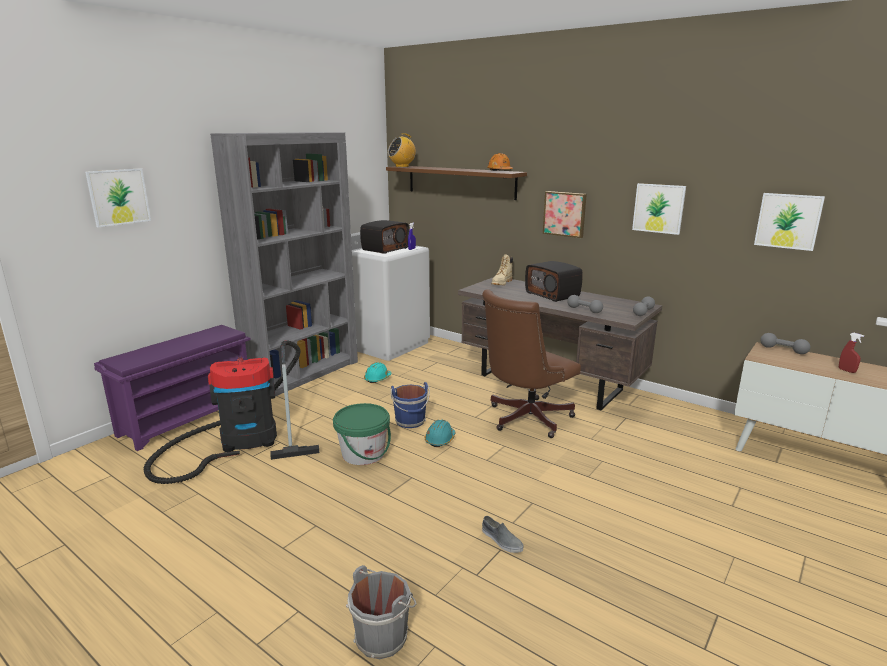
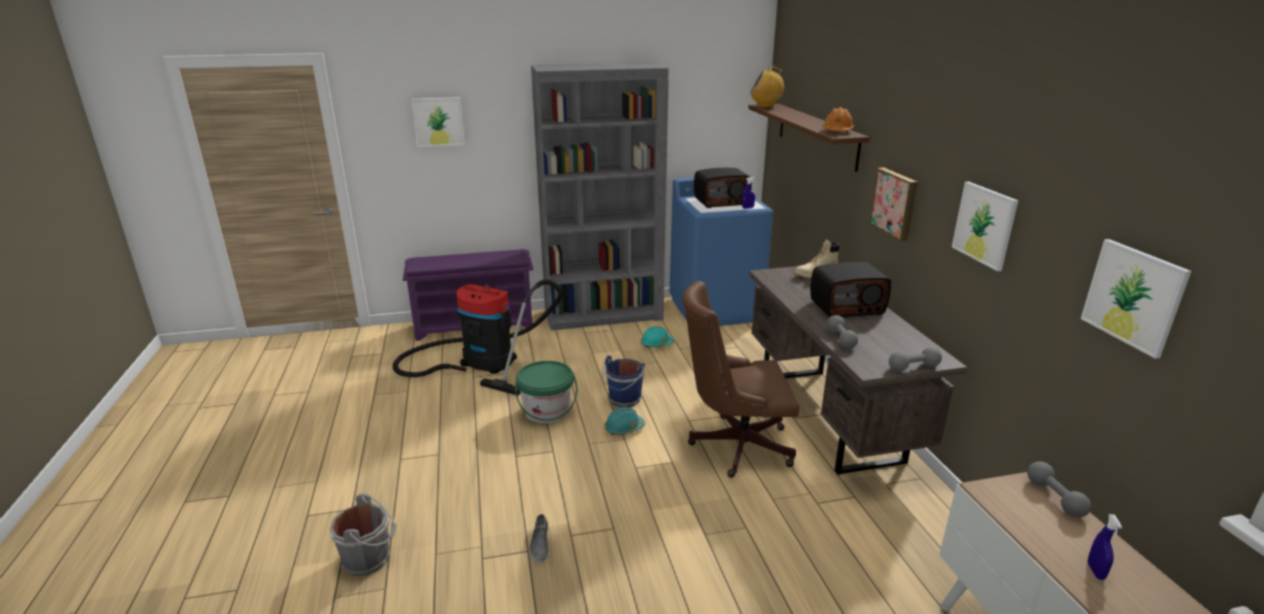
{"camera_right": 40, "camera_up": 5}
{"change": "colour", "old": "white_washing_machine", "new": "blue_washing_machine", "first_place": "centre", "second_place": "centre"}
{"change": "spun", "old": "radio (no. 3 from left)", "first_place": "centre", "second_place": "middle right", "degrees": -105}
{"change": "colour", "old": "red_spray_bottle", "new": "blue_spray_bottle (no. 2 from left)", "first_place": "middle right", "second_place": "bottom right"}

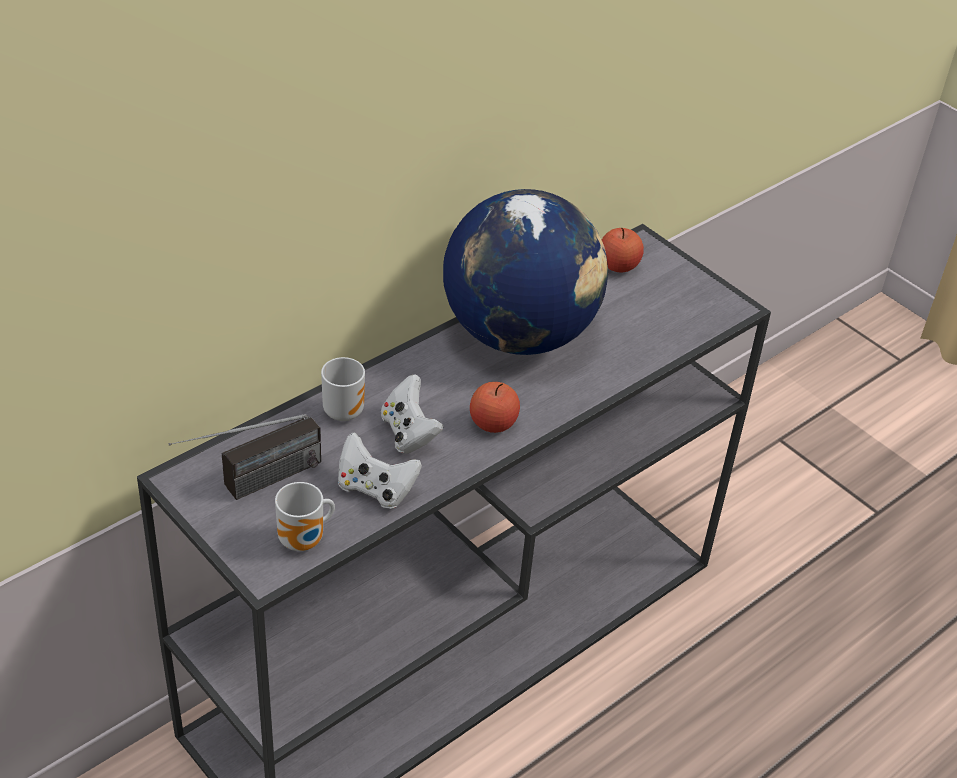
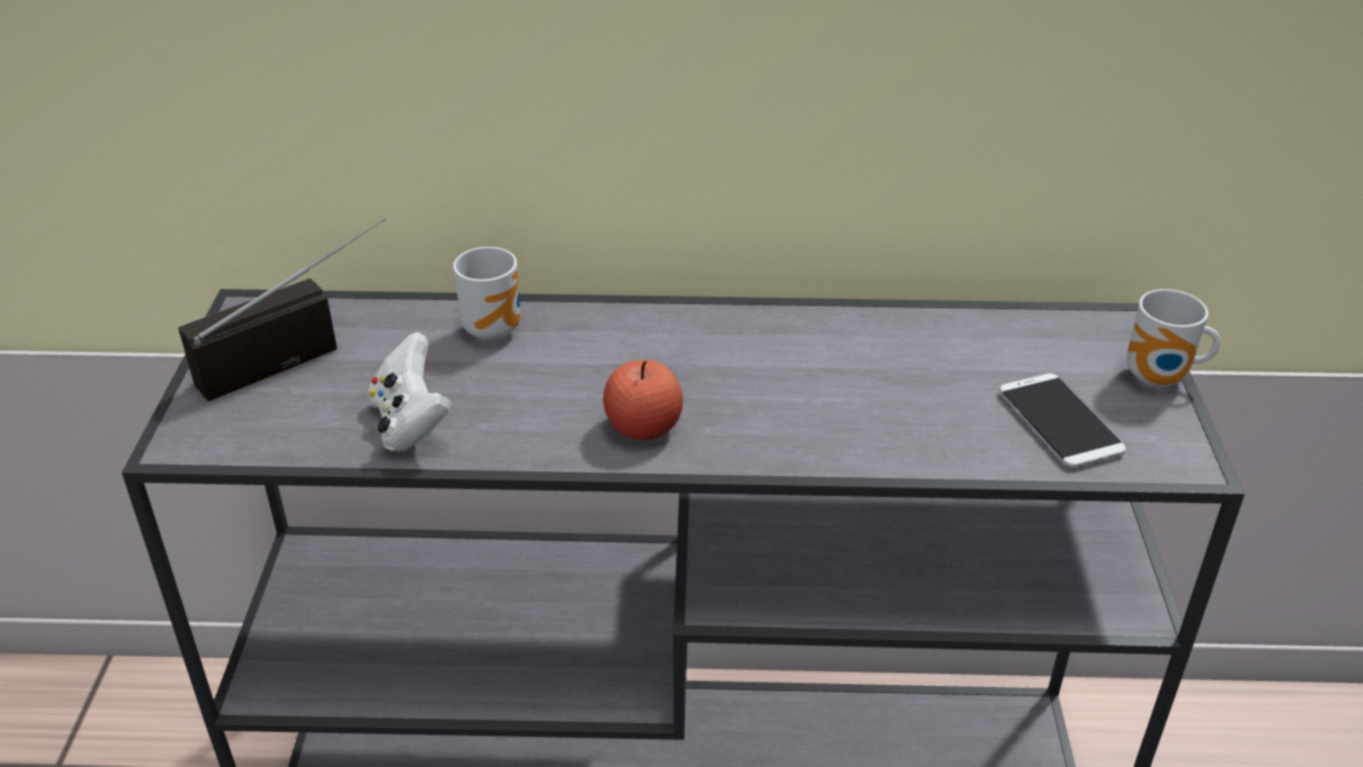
{"camera_right": 45, "camera_up": -5}
{"change": "spun", "old": "radio", "first_place": "middle left", "second_place": "middle left", "degrees": 135}
{"change": "appeared", "new": "phone", "second_place": "middle right"}
{"change": "relocated", "old": "mug (no. 1 from left in the first image)", "new": "mug (no. 2 from left)", "first_place": "middle left", "second_place": "middle right"}
{"change": "missing", "old": "white_game_controller (no. 2 from left)", "first_place": "centre"}
{"change": "missing", "old": "globe", "first_place": "centre"}
{"change": "missing", "old": "apple (no. 2 from left)", "first_place": "top centre"}

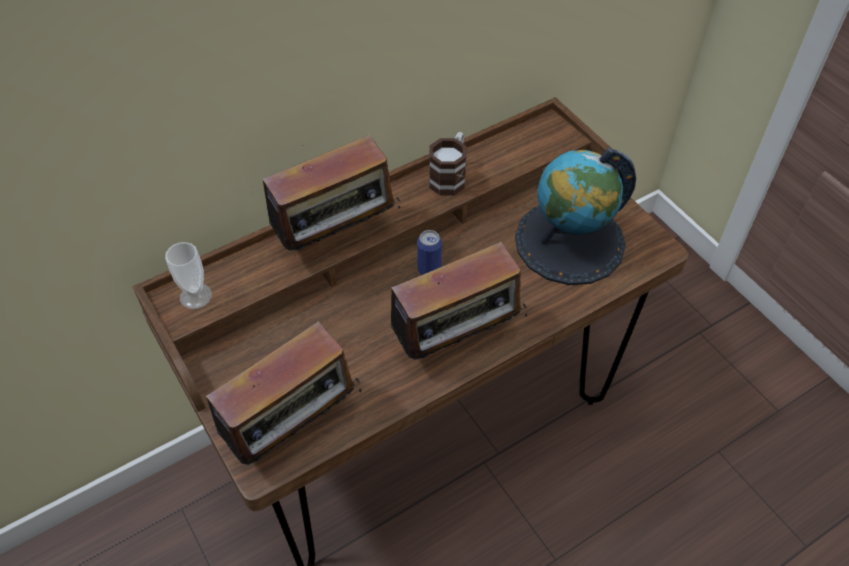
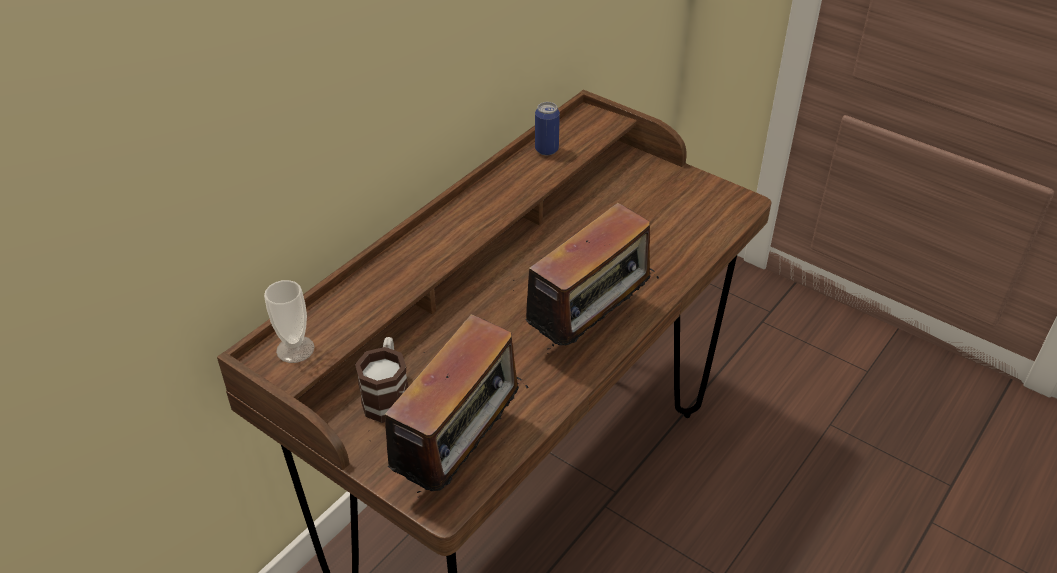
{"camera_right": -20, "camera_up": -10}
{"change": "relocated", "old": "mug", "first_place": "top centre", "second_place": "centre"}
{"change": "relocated", "old": "can", "first_place": "centre", "second_place": "top centre"}
{"change": "missing", "old": "radio (no. 2 from left)", "first_place": "centre"}
{"change": "missing", "old": "globe", "first_place": "middle right"}

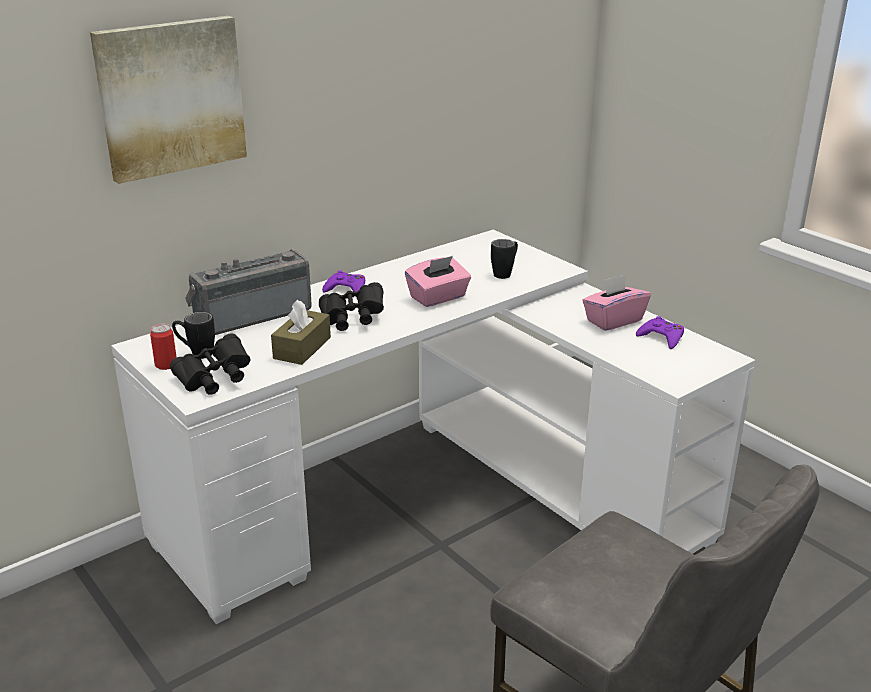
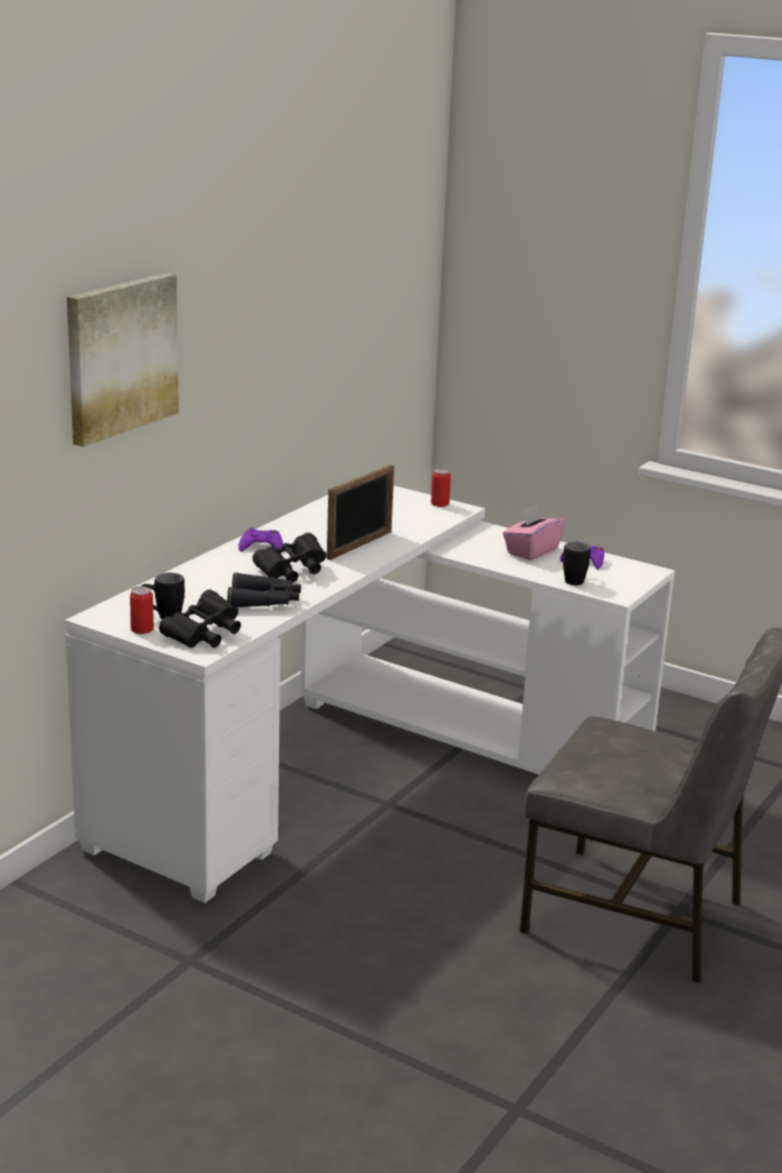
{"camera_right": -20, "camera_up": -5}
{"change": "exchanged", "old": "brown_tissue_box", "new": "black_binoculars (no. 2 from left)", "first_place": "centre", "second_place": "centre"}
{"change": "exchanged", "old": "pink_tissue_box (no. 1 from left)", "new": "picture_frame", "first_place": "centre", "second_place": "centre"}
{"change": "appeared", "new": "can (no. 2 from left)", "second_place": "centre"}
{"change": "relocated", "old": "black_mug (no. 2 from left)", "first_place": "centre", "second_place": "middle right"}
{"change": "missing", "old": "radio", "first_place": "middle left"}

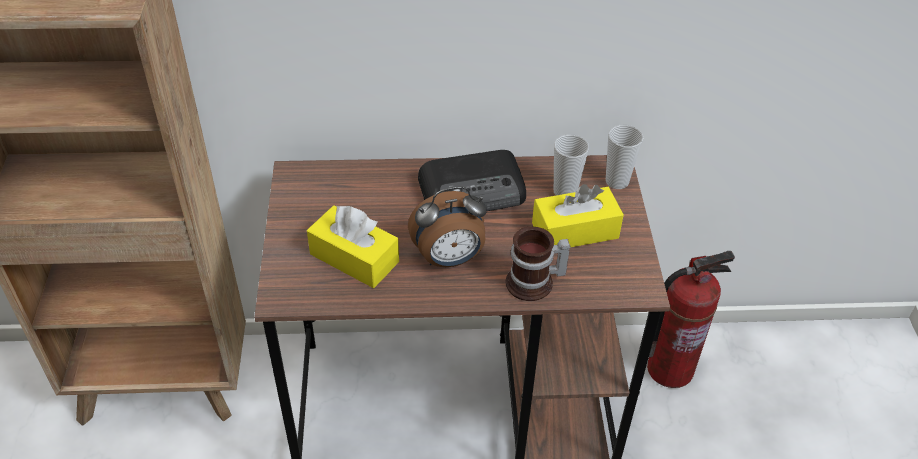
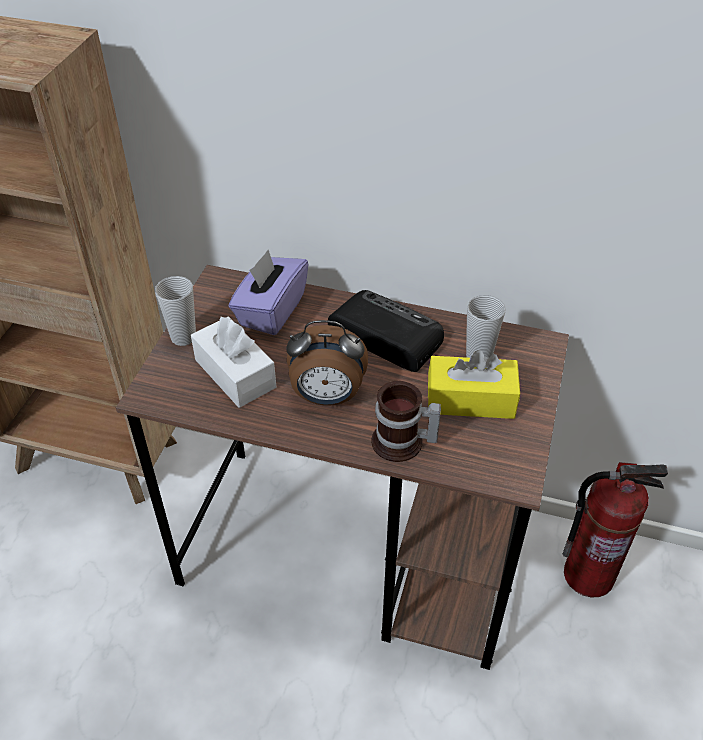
{"camera_right": 20, "camera_up": 0}
{"change": "relocated", "old": "cup (no. 2 from left in the first image)", "new": "cup (no. 1 from left)", "first_place": "middle right", "second_place": "middle left"}
{"change": "colour", "old": "yellow_tissue_box (no. 1 from left)", "new": "white_tissue_box", "first_place": "centre", "second_place": "middle left"}
{"change": "appeared", "new": "purple_tissue_box", "second_place": "centre"}
{"change": "spun", "old": "radio", "first_place": "centre", "second_place": "centre", "degrees": -150}

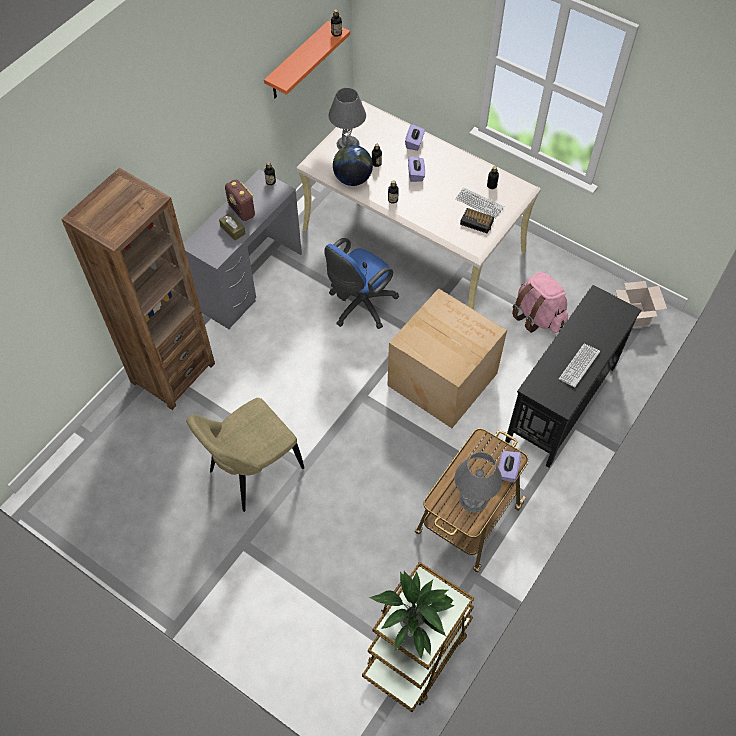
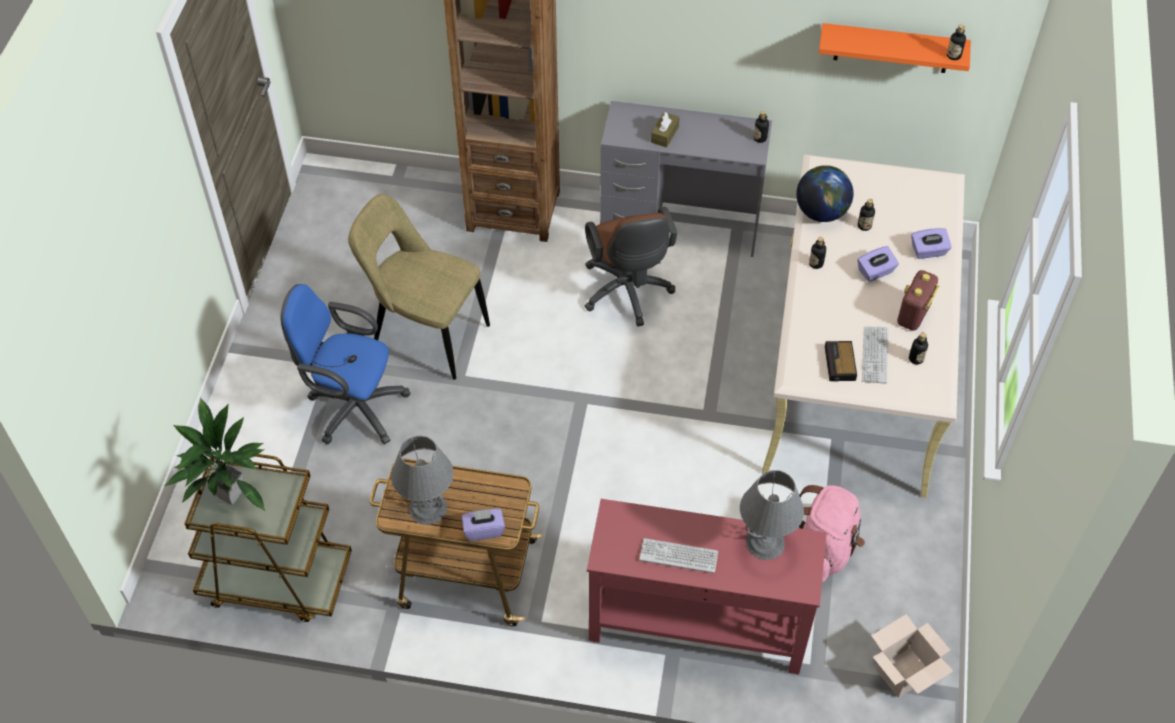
{"camera_right": 65, "camera_up": -5}
{"change": "relocated", "old": "blue_office_chair", "first_place": "centre", "second_place": "middle left"}
{"change": "appeared", "new": "brown_office_chair", "second_place": "centre"}
{"change": "colour", "old": "black_console_table", "new": "red_console_table", "first_place": "middle right", "second_place": "bottom centre"}
{"change": "relocated", "old": "grey_table_lamp (no. 1 from left in the first image)", "new": "grey_table_lamp (no. 2 from left)", "first_place": "top centre", "second_place": "bottom centre"}
{"change": "relocated", "old": "radio", "first_place": "top left", "second_place": "middle right"}
{"change": "missing", "old": "cardboard_box (no. 1 from left)", "first_place": "centre"}

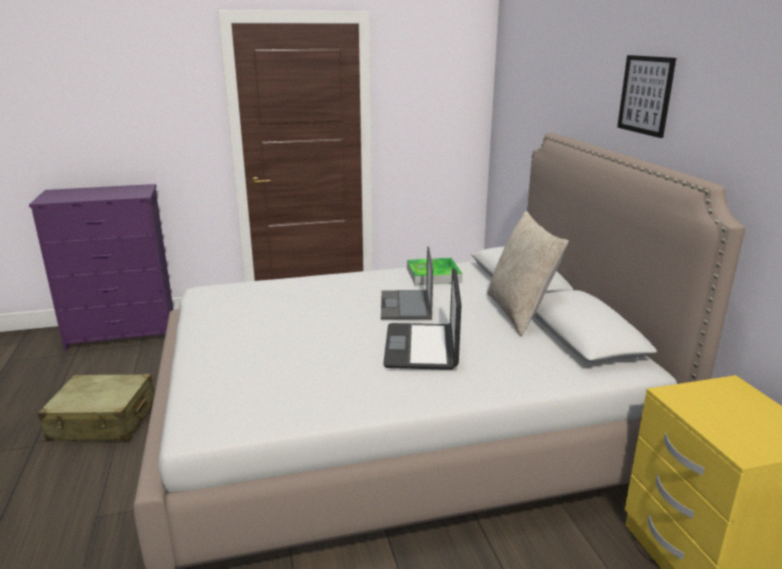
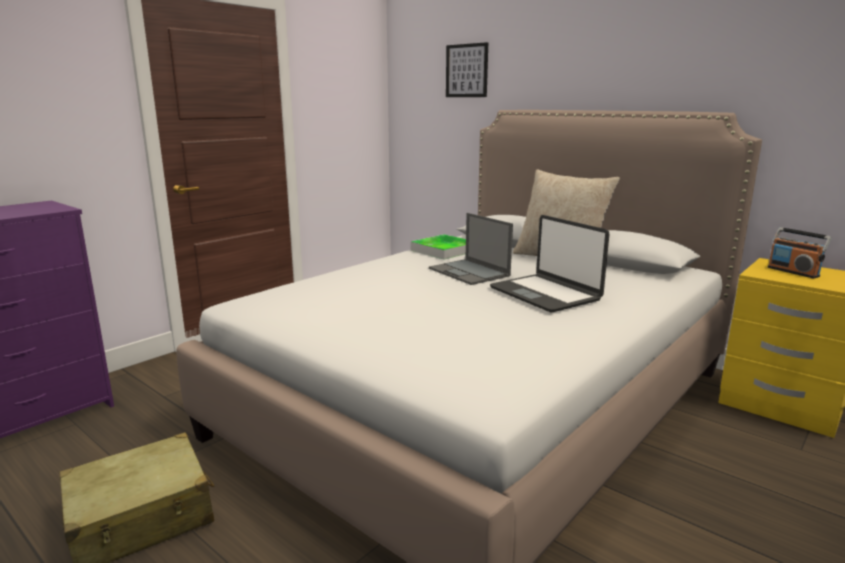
{"camera_right": -35, "camera_up": -5}
{"change": "relocated", "old": "picture", "first_place": "top right", "second_place": "top centre"}
{"change": "appeared", "new": "radio", "second_place": "middle right"}

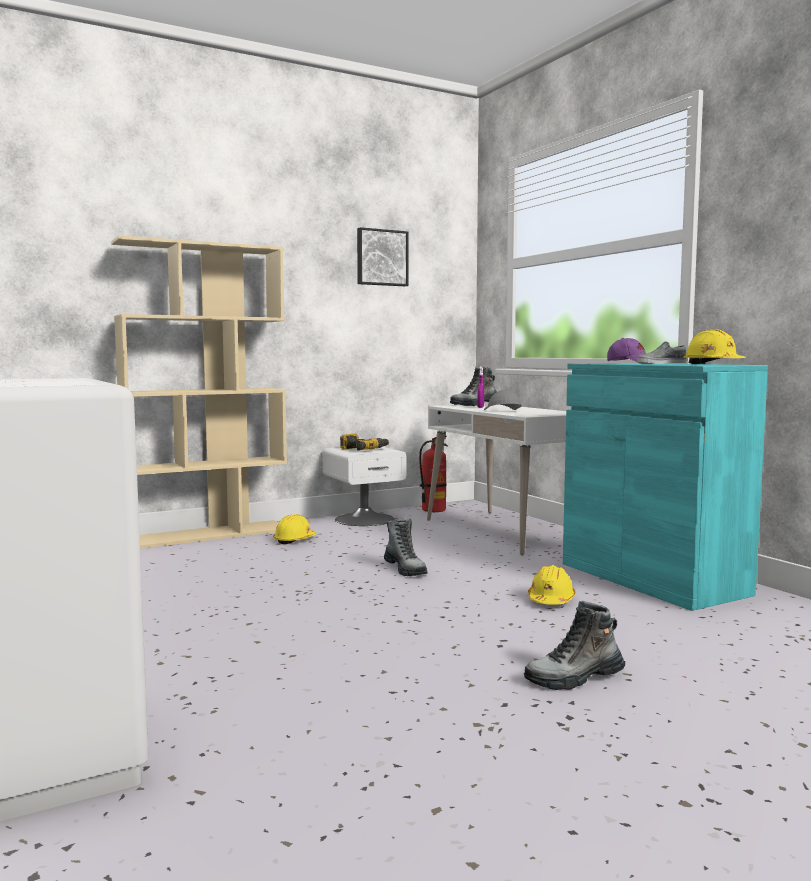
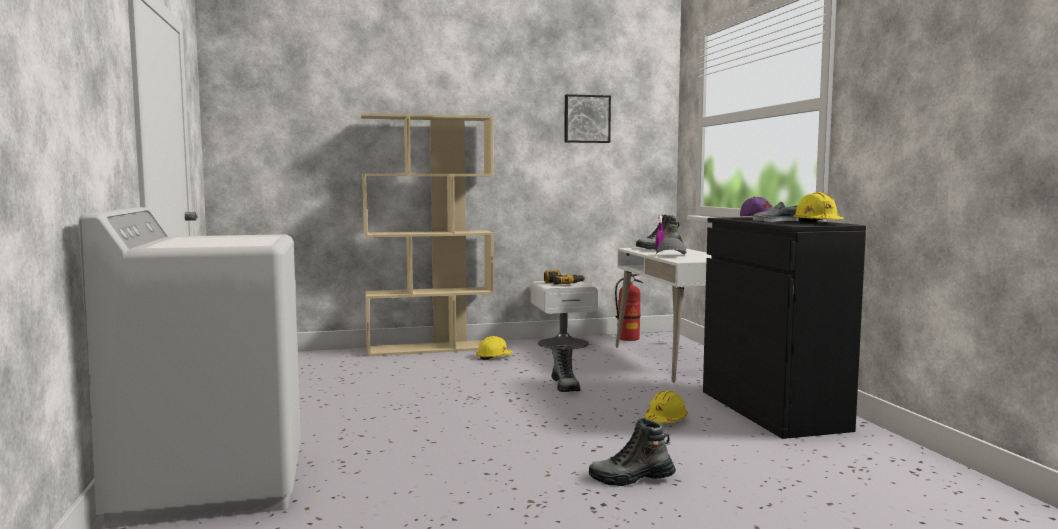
{"camera_right": 15, "camera_up": 0}
{"change": "colour", "old": "turquoise_cabinet", "new": "black_cabinet", "first_place": "middle right", "second_place": "middle right"}

